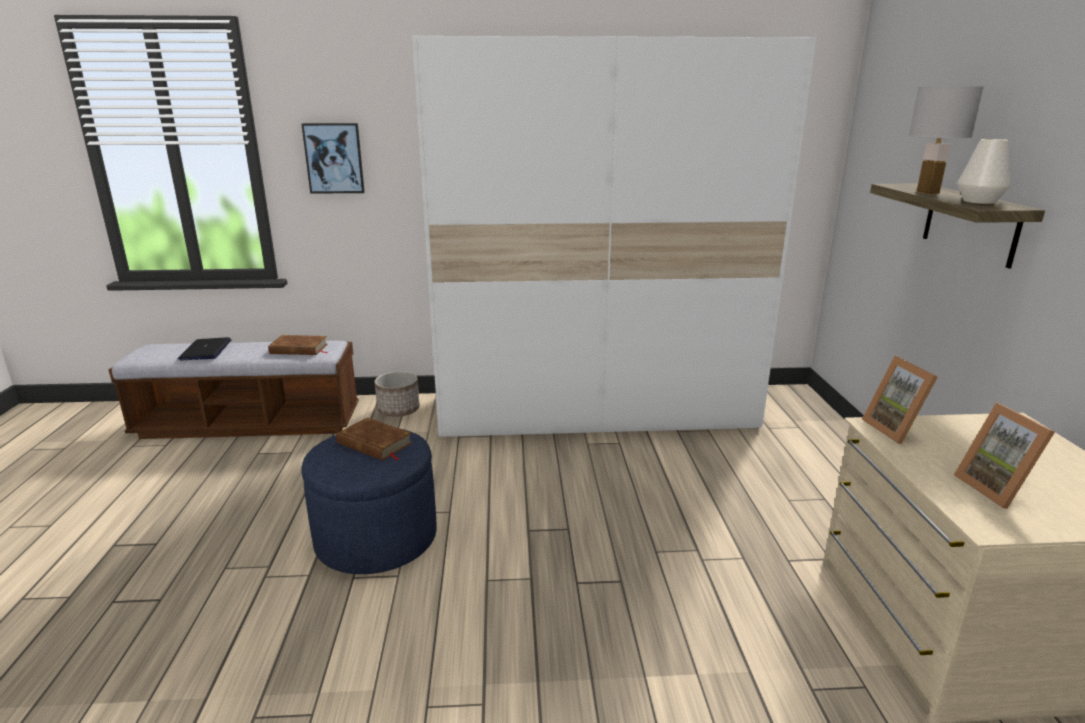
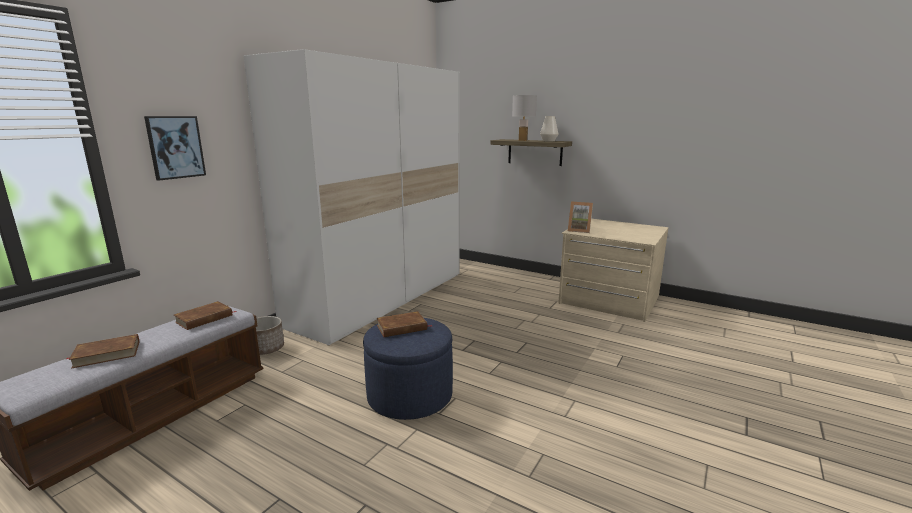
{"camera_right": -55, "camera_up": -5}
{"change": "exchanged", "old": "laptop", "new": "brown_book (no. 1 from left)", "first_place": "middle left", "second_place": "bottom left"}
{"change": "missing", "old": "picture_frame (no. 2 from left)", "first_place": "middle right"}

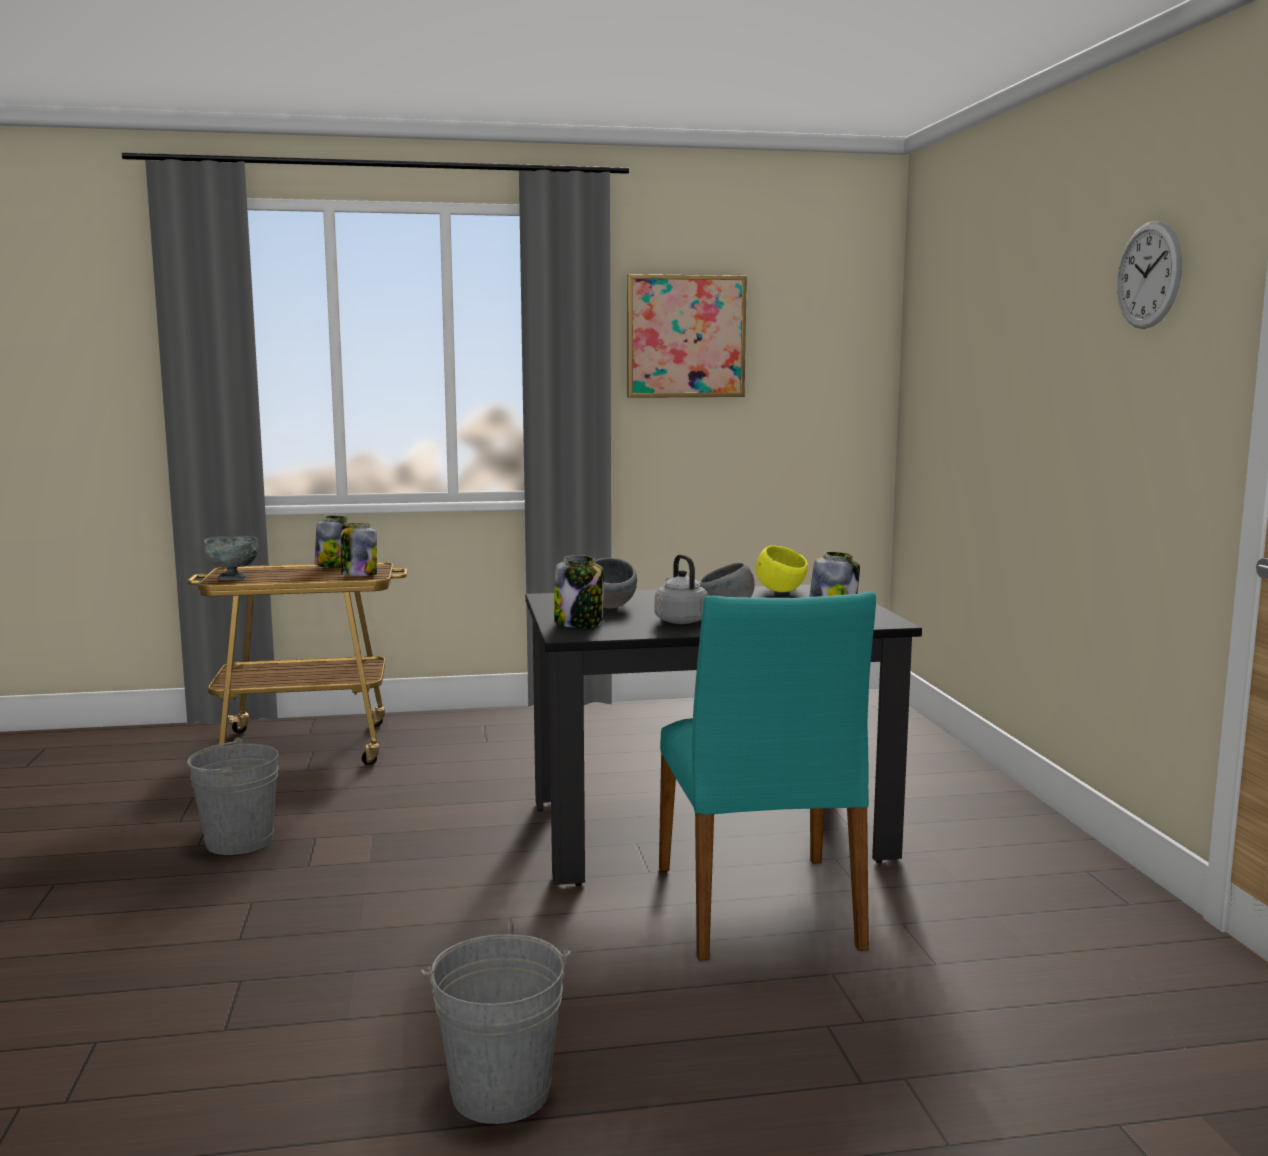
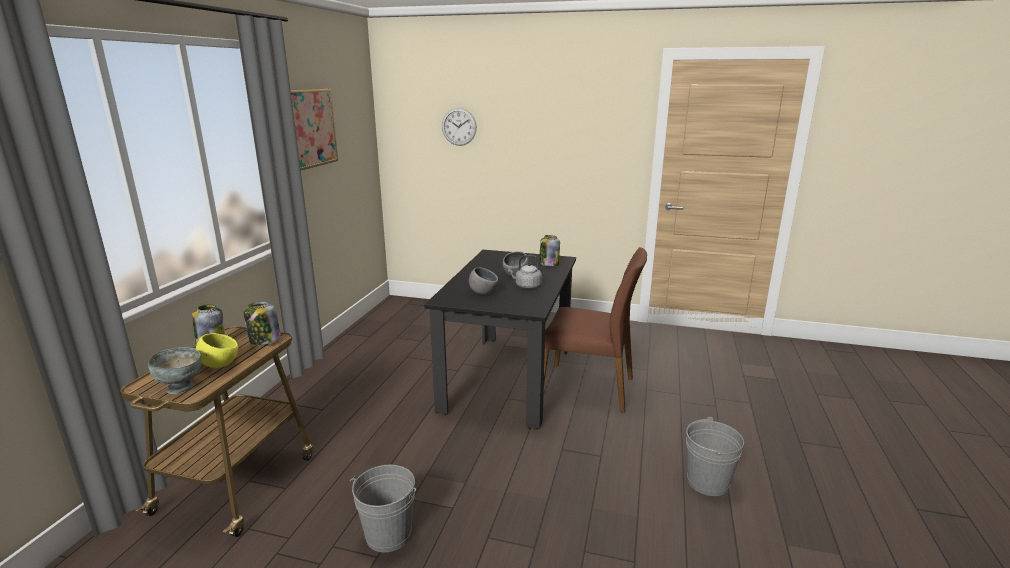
{"camera_right": -65, "camera_up": 10}
{"change": "relocated", "old": "yellow_bowl", "first_place": "centre", "second_place": "middle left"}
{"change": "relocated", "old": "wall_clock", "first_place": "top right", "second_place": "top centre"}
{"change": "colour", "old": "turquoise_chair", "new": "brown_chair", "first_place": "bottom centre", "second_place": "centre"}
{"change": "missing", "old": "jar (no. 3 from left)", "first_place": "centre"}

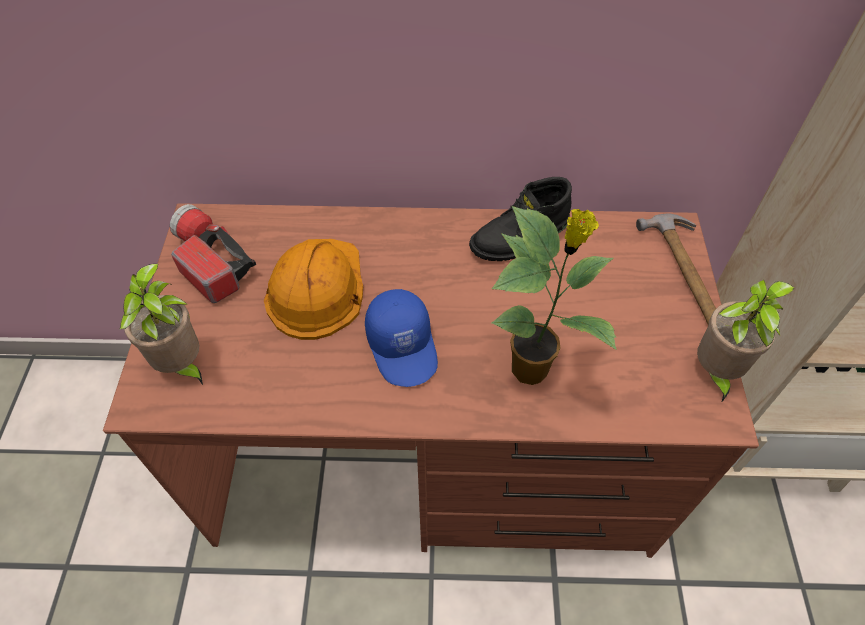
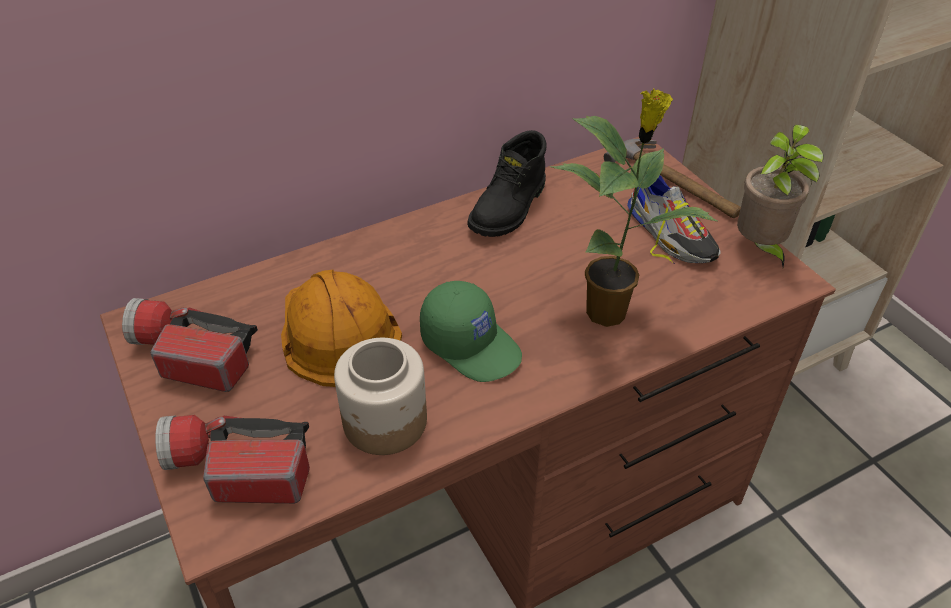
{"camera_right": -30, "camera_up": -10}
{"change": "exchanged", "old": "potted_plant (no. 1 from left)", "new": "flashlight (no. 2 from left)", "first_place": "middle left", "second_place": "bottom left"}
{"change": "appeared", "new": "jar", "second_place": "centre"}
{"change": "colour", "old": "blue_cap", "new": "green_cap", "first_place": "centre", "second_place": "centre"}
{"change": "appeared", "new": "shoe", "second_place": "middle right"}

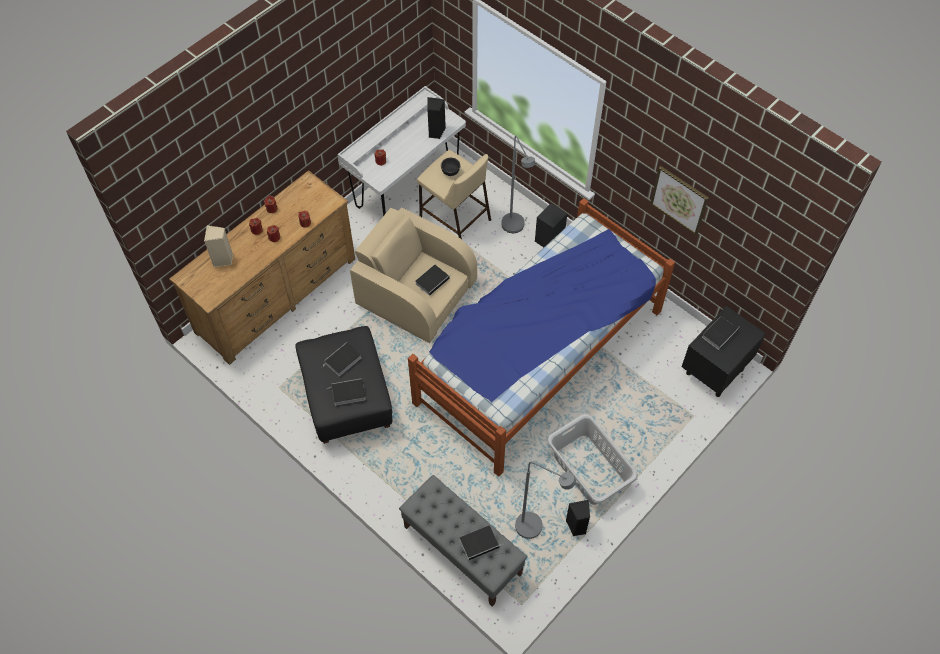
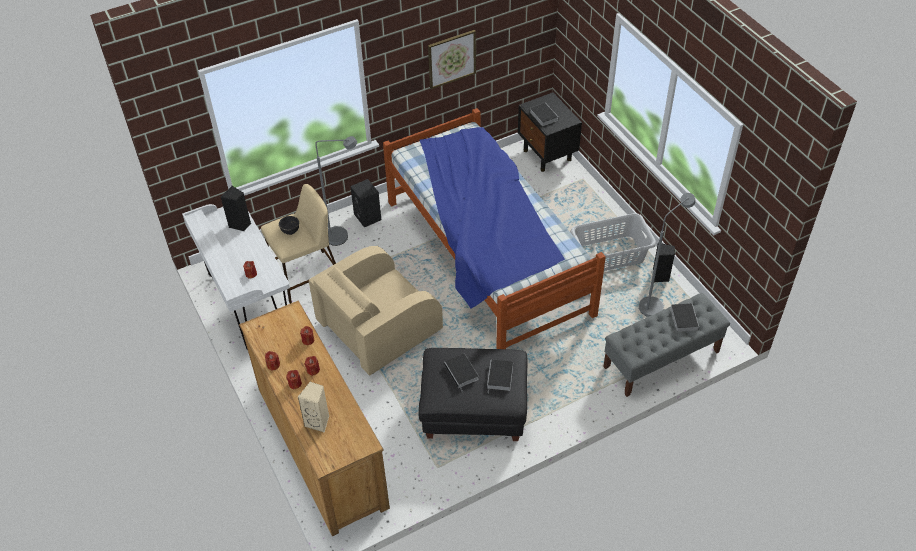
{"camera_right": -70, "camera_up": -10}
{"change": "missing", "old": "book (no. 3 from left)", "first_place": "centre"}

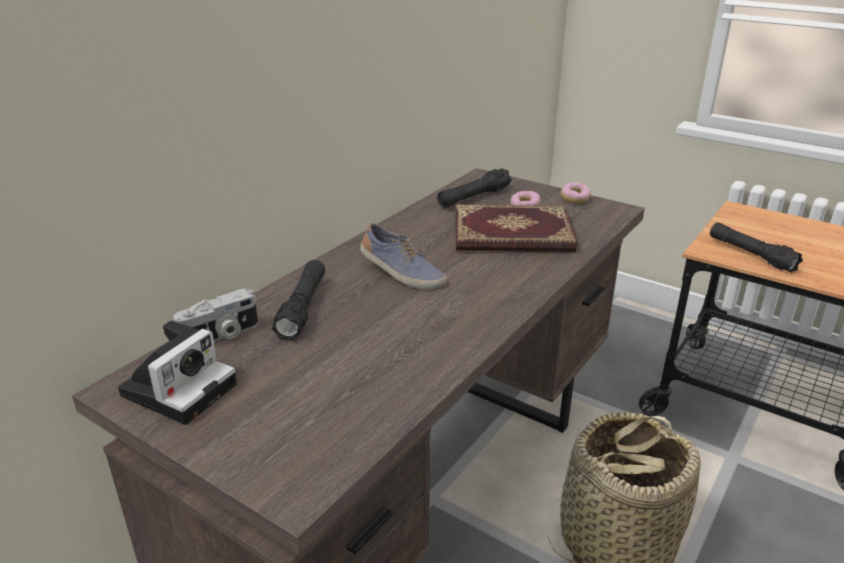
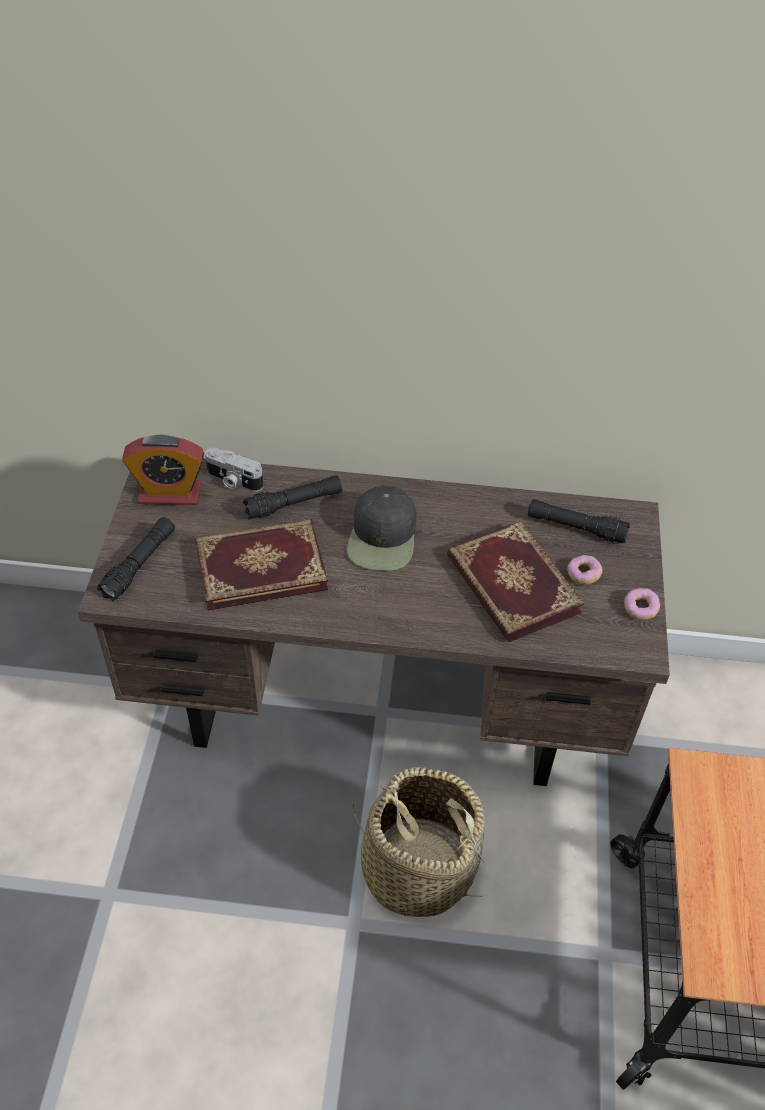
{"camera_right": 60, "camera_up": 20}
{"change": "relocated", "old": "black_flashlight (no. 3 from left in the first image)", "new": "black_flashlight (no. 1 from left)", "first_place": "middle right", "second_place": "middle left"}
{"change": "exchanged", "old": "photo_camera (no. 1 from left)", "new": "alarm_clock", "first_place": "middle left", "second_place": "middle left"}
{"change": "appeared", "new": "book (no. 1 from left)", "second_place": "centre"}
{"change": "exchanged", "old": "shoe", "new": "black_cap", "first_place": "centre", "second_place": "centre"}

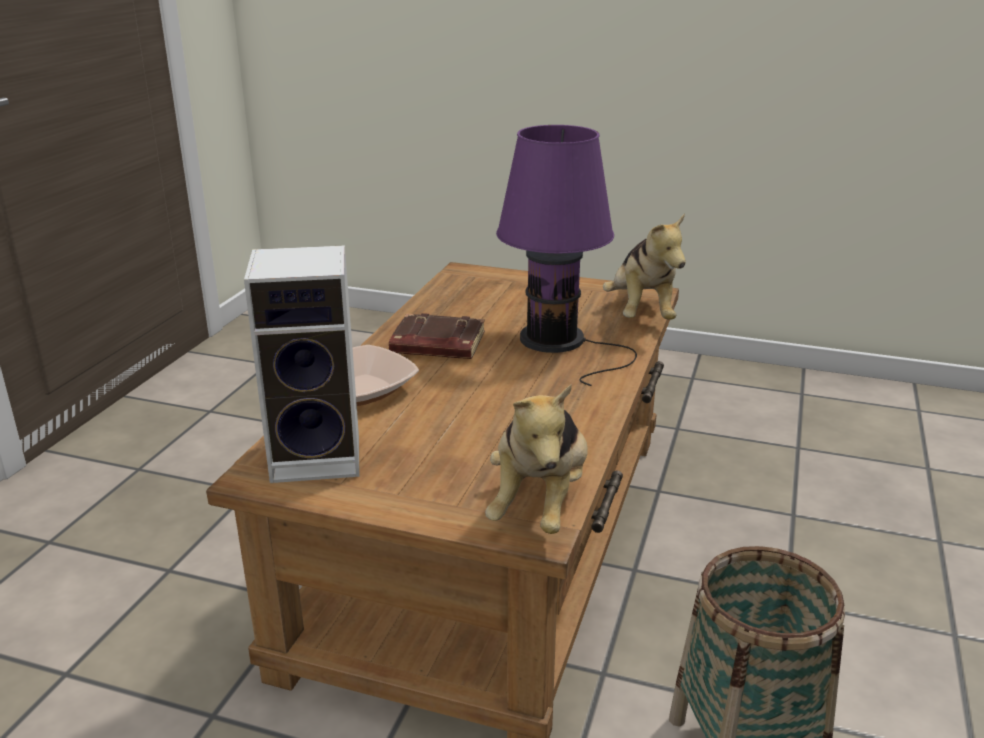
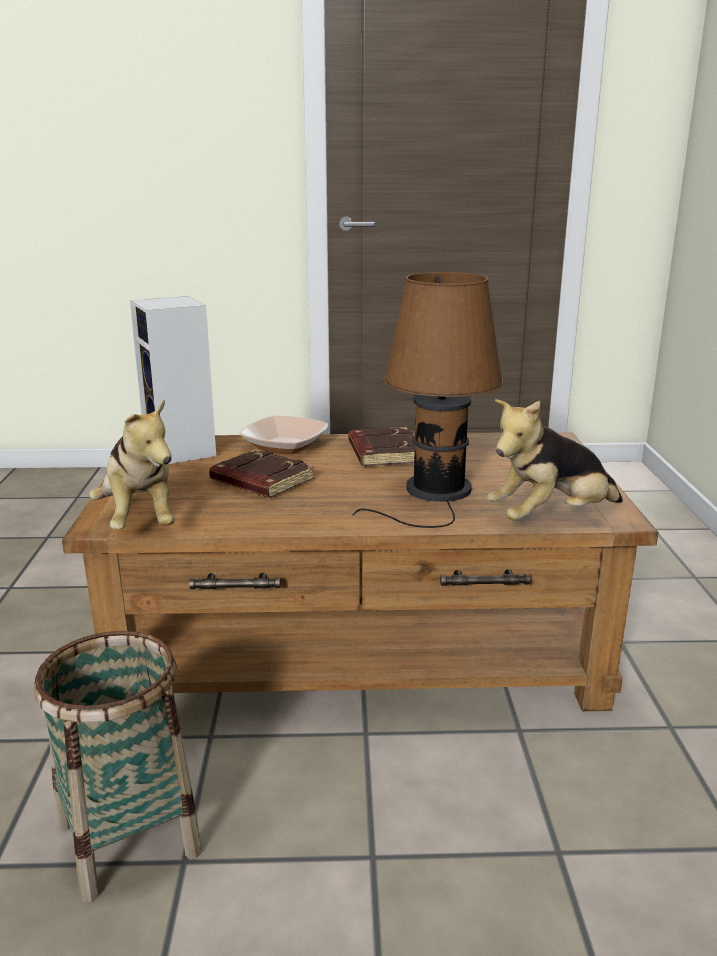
{"camera_right": 70, "camera_up": -5}
{"change": "spun", "old": "plush_toy (no. 1 from left)", "first_place": "centre", "second_place": "middle left", "degrees": -105}
{"change": "appeared", "new": "brown_book (no. 1 from left)", "second_place": "centre"}
{"change": "colour", "old": "purple_table_lamp", "new": "brown_table_lamp", "first_place": "centre", "second_place": "centre"}

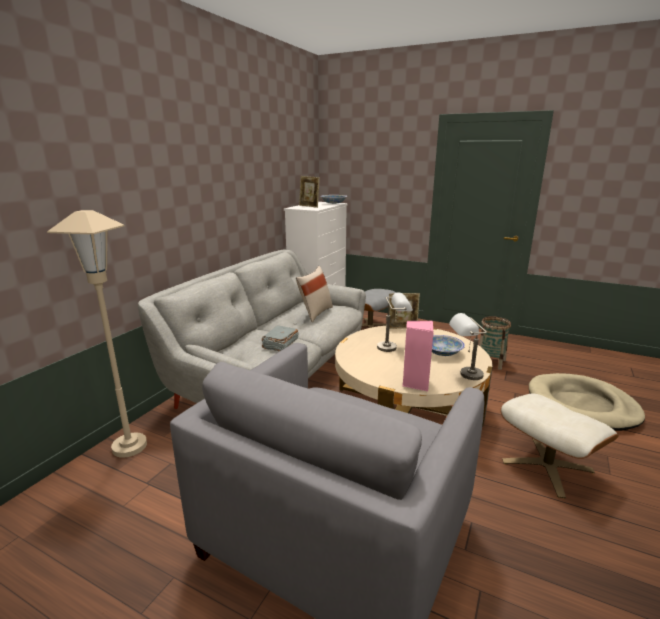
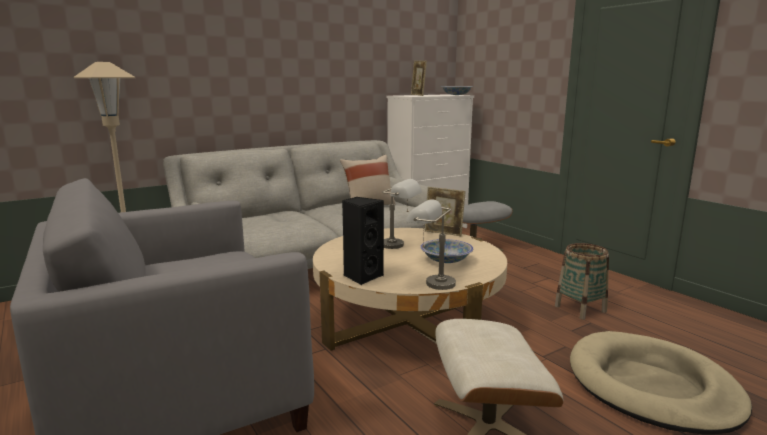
{"camera_right": 30, "camera_up": -5}
{"change": "colour", "old": "pink_speaker", "new": "black_speaker", "first_place": "centre", "second_place": "centre"}
{"change": "missing", "old": "grey_book", "first_place": "centre"}

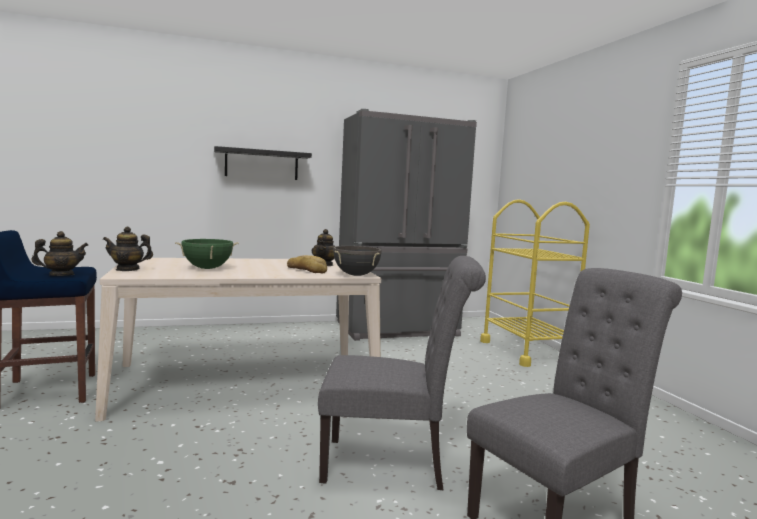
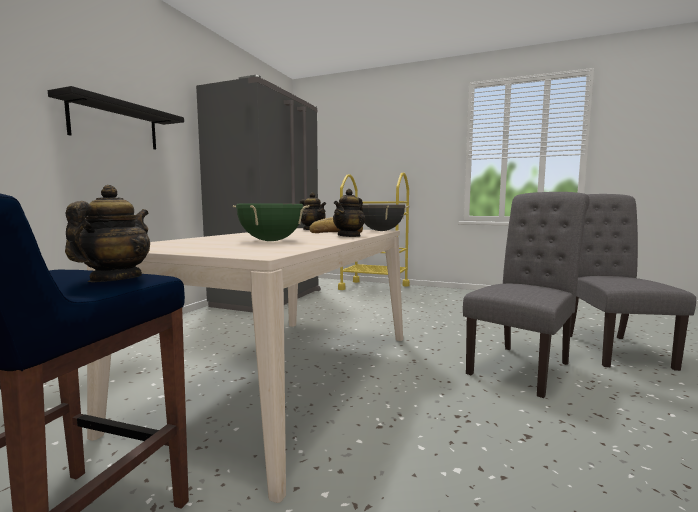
{"camera_right": -50, "camera_up": 0}
{"change": "relocated", "old": "teapot (no. 2 from left in the first image)", "new": "teapot (no. 3 from left)", "first_place": "middle left", "second_place": "centre"}

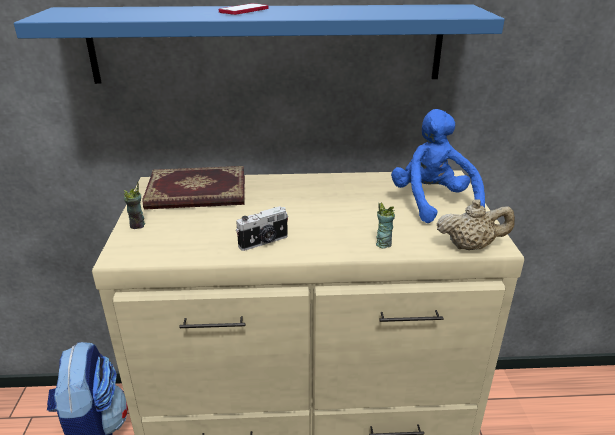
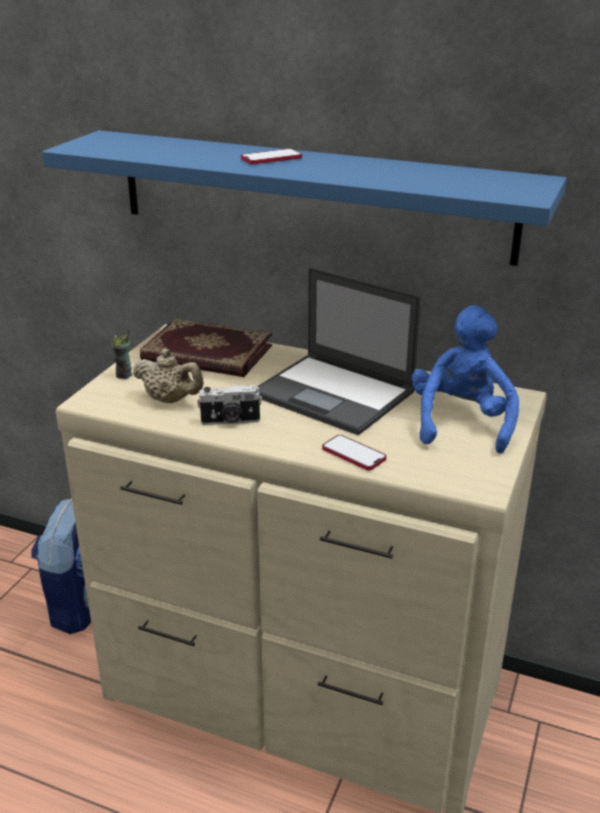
{"camera_right": 25, "camera_up": 0}
{"change": "relocated", "old": "beige_teapot", "first_place": "middle right", "second_place": "middle left"}
{"change": "appeared", "new": "laptop", "second_place": "centre"}
{"change": "exchanged", "old": "cup (no. 2 from left)", "new": "phone (no. 2 from left)", "first_place": "centre", "second_place": "centre"}

